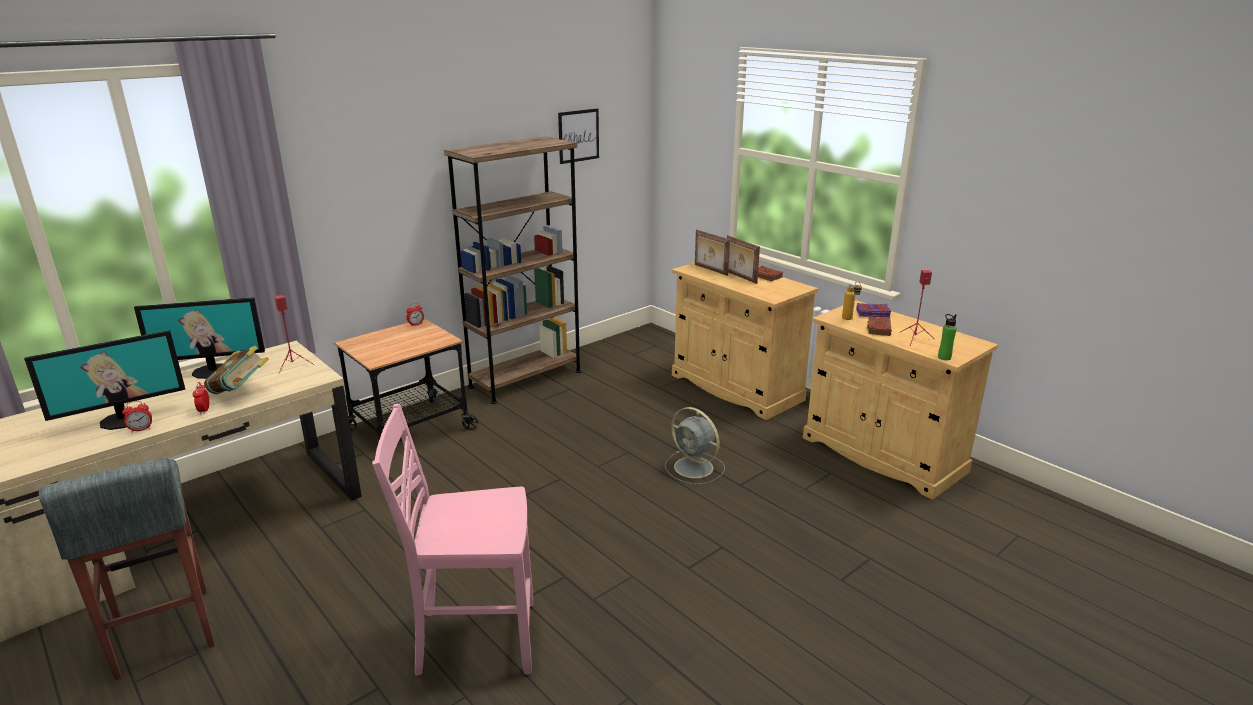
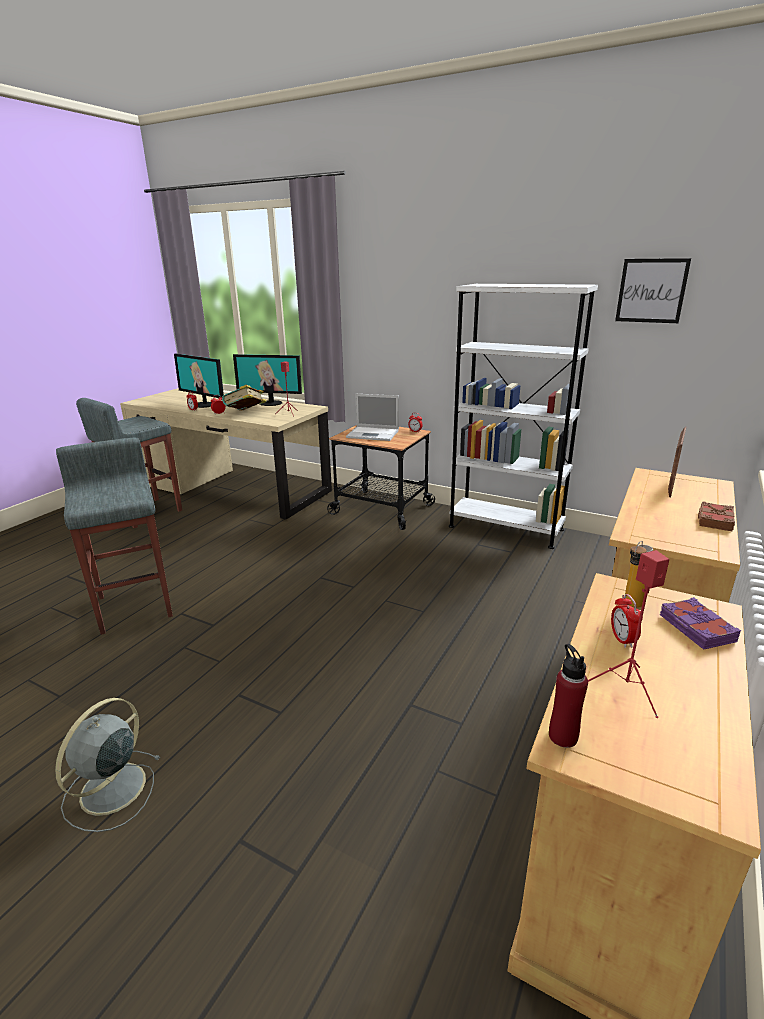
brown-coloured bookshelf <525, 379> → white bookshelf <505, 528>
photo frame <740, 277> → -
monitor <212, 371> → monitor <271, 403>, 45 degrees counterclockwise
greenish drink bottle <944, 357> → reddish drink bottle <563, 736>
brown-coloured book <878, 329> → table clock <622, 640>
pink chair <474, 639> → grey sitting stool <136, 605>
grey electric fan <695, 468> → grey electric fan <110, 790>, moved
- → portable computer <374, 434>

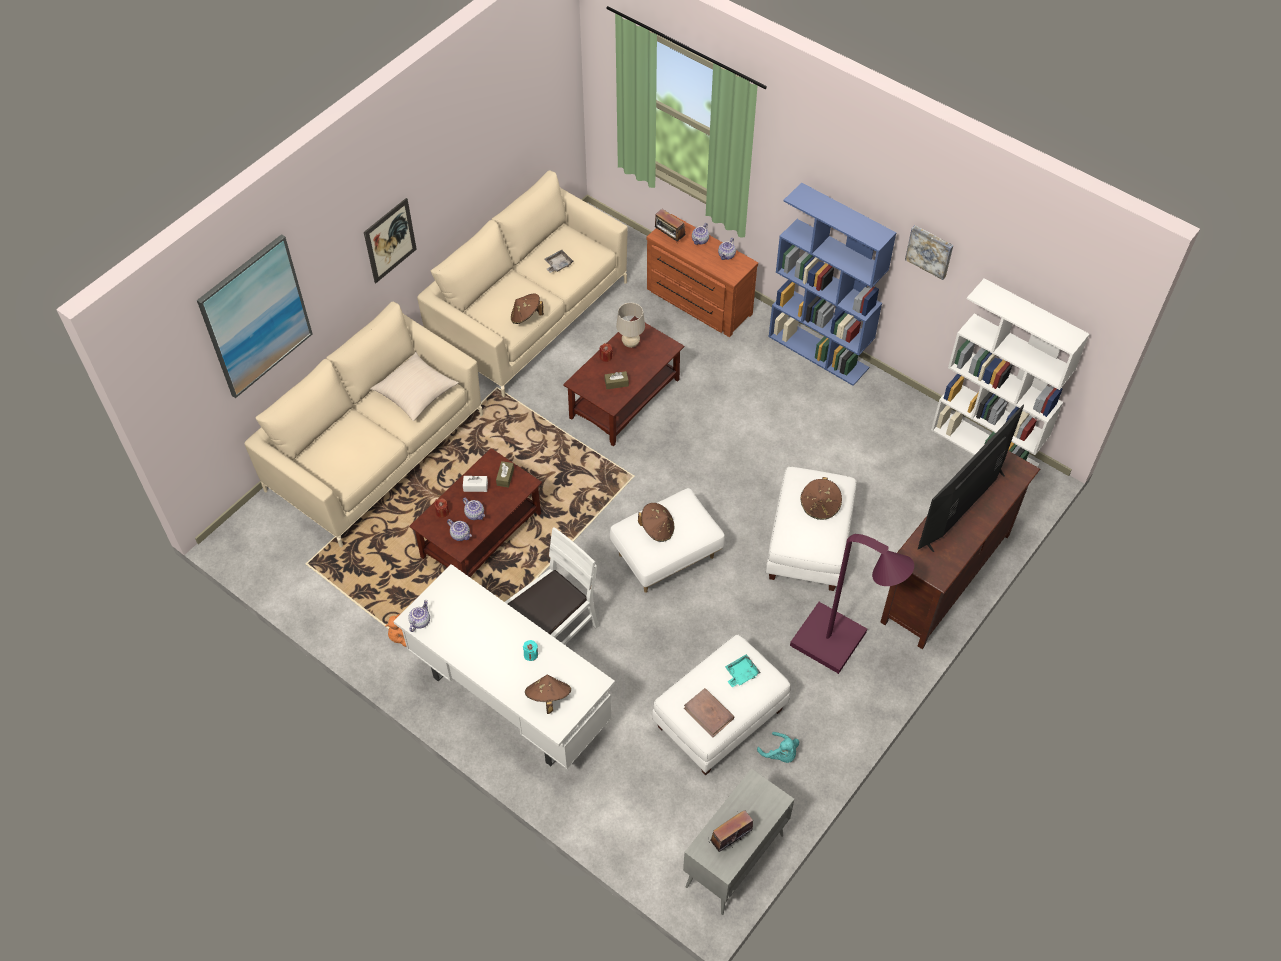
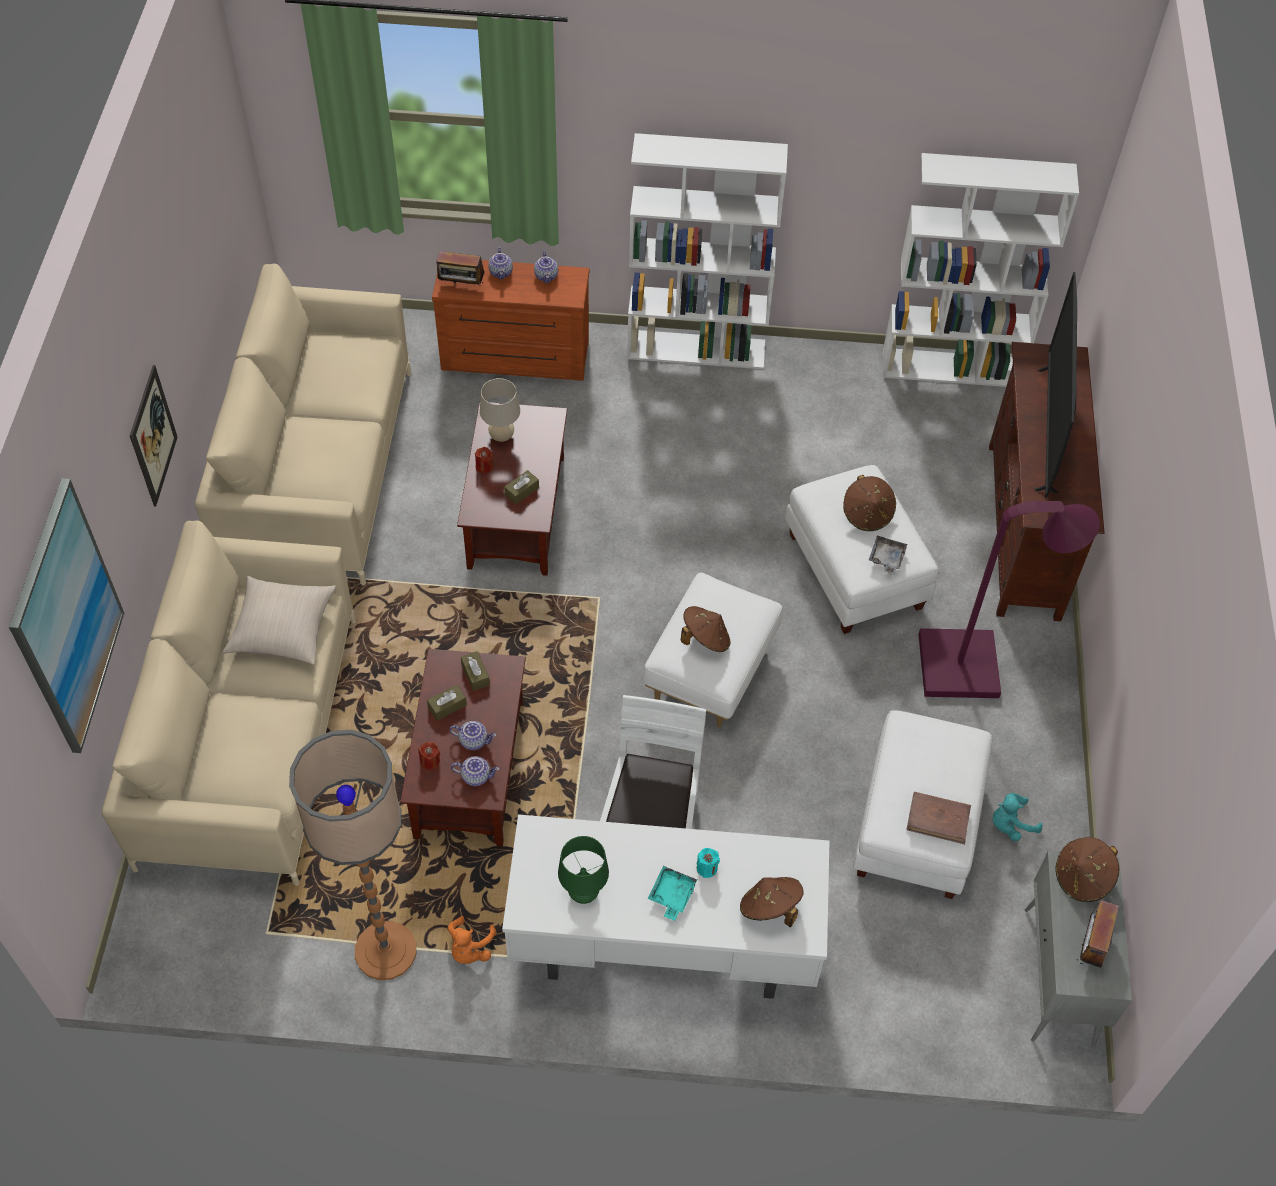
bluish bookshelf <819, 352> → white bookshelf <697, 349>
wall picture <930, 251> → -
grey serving tray <558, 264> → grey serving tray <886, 558>, moved
brown-coloured hat <526, 316> → brown-coloured hat <1082, 878>, moved
white box of tissues <475, 486> → brown-coloured box of tissues <447, 706>
teapot <420, 621> → -
turquoise serving tray <741, 673> → turquoise serving tray <671, 895>, moved
turquoise plush toy <780, 754> → turquoise plush toy <1010, 824>, 150 degrees clockwise
- → standing lamp <385, 951>
- → greenish tabletop lamp <583, 893>

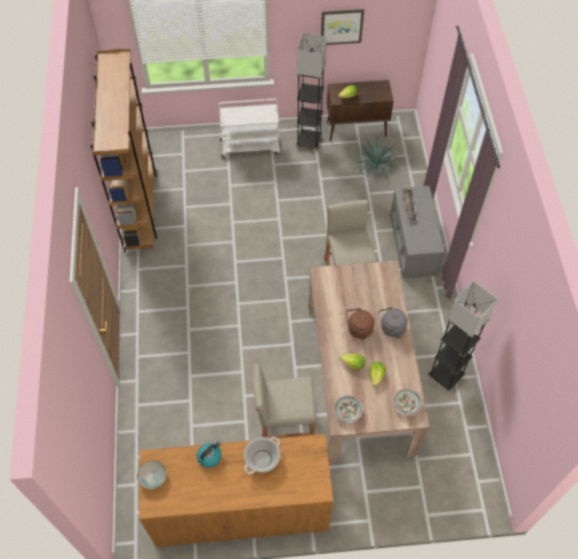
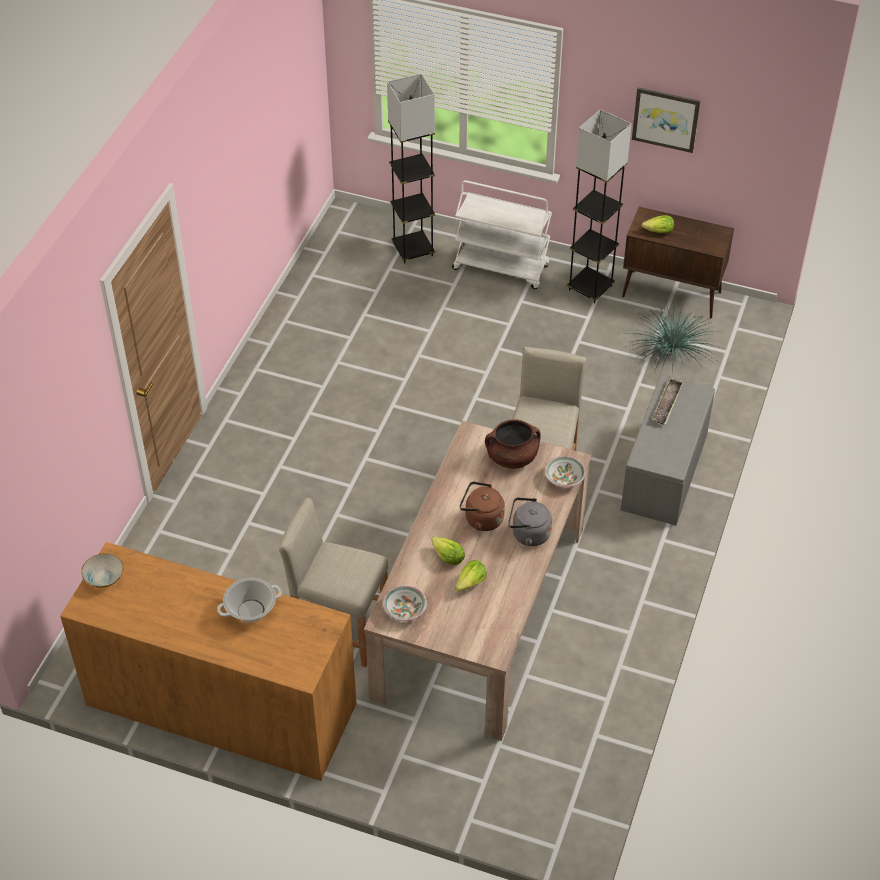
brown-coloured bookshelf <140, 207> → -
grey standing lamp <445, 375> → grey standing lamp <413, 250>, moved
bowl <406, 404> → bowl <564, 478>, moved
water kettle <210, 456> → -
- → brown-coloured cooking pot <512, 457>

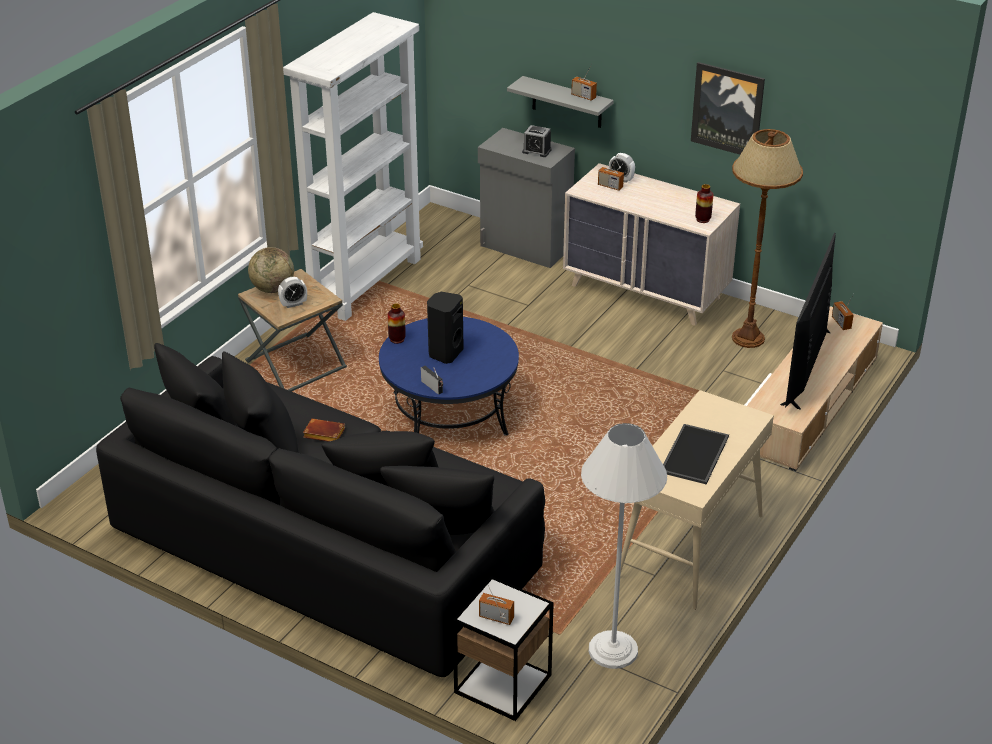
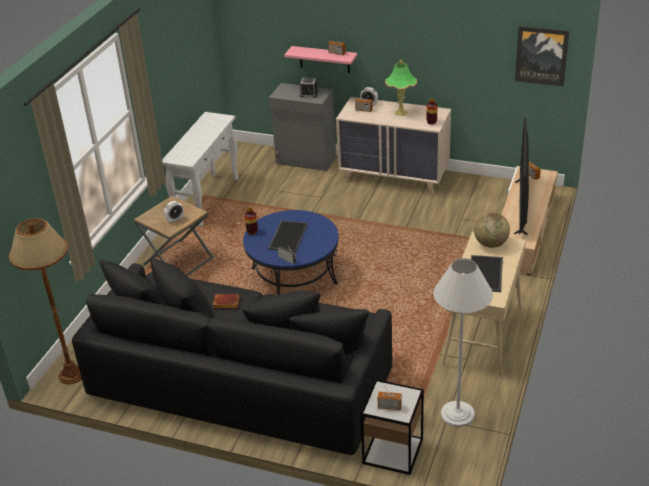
white bookshelf <365, 282> → white narrow table <207, 199>
wall picture <727, 109> → wall picture <541, 55>, moved
grey bracket shelf <567, 102> → pink bracket shelf <324, 59>
brown-coloured standing lamp <748, 338> → brown-coloured standing lamp <71, 374>, moved
desk globe <272, 289> → desk globe <490, 244>, moved
blackish speaker <444, 353> → serving tray <287, 236>
- → tabletop lamp <401, 112>

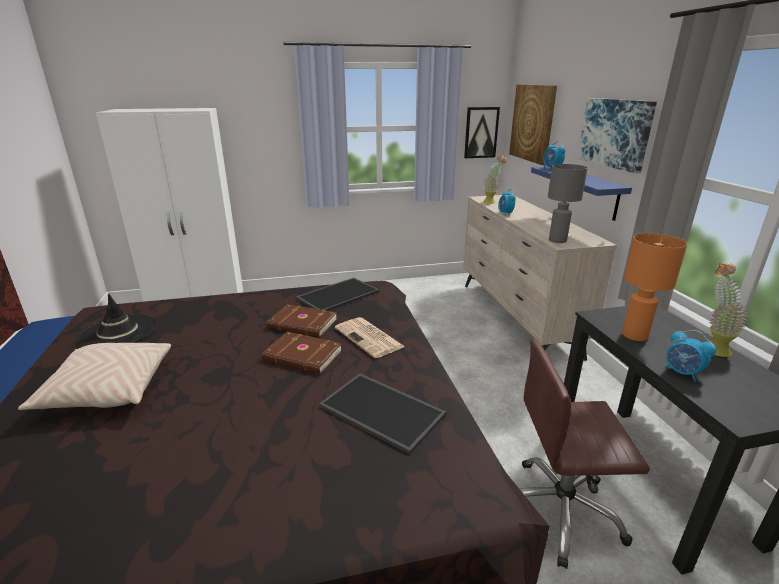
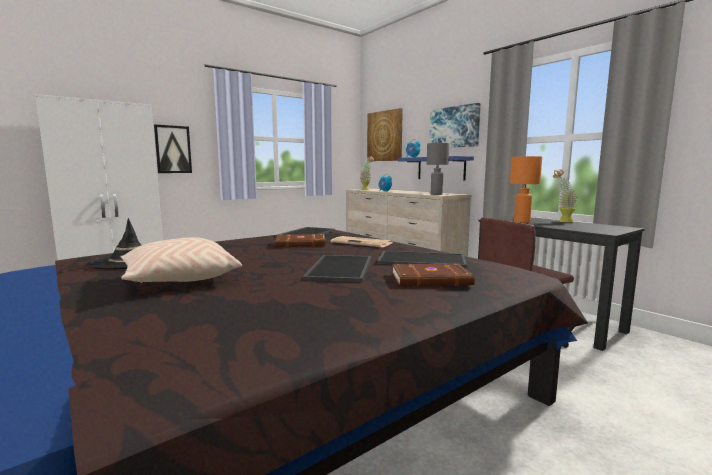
wall picture <481, 132> → wall picture <173, 149>, moved
table clock <682, 373> → -
brown-coloured book <302, 356> → brown-coloured book <431, 279>, moved
- → serving tray <342, 268>

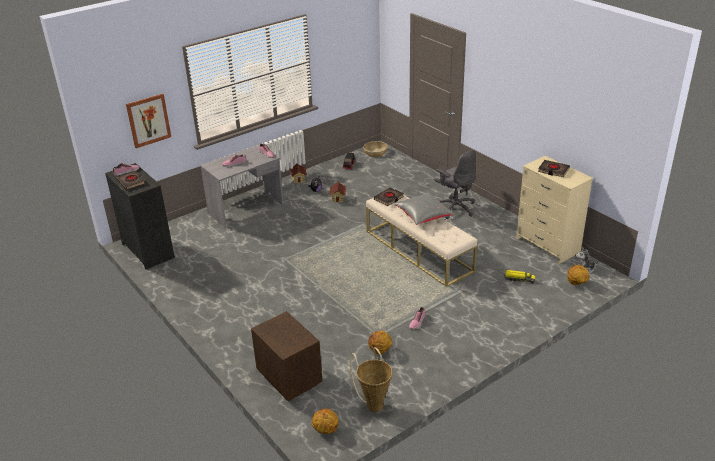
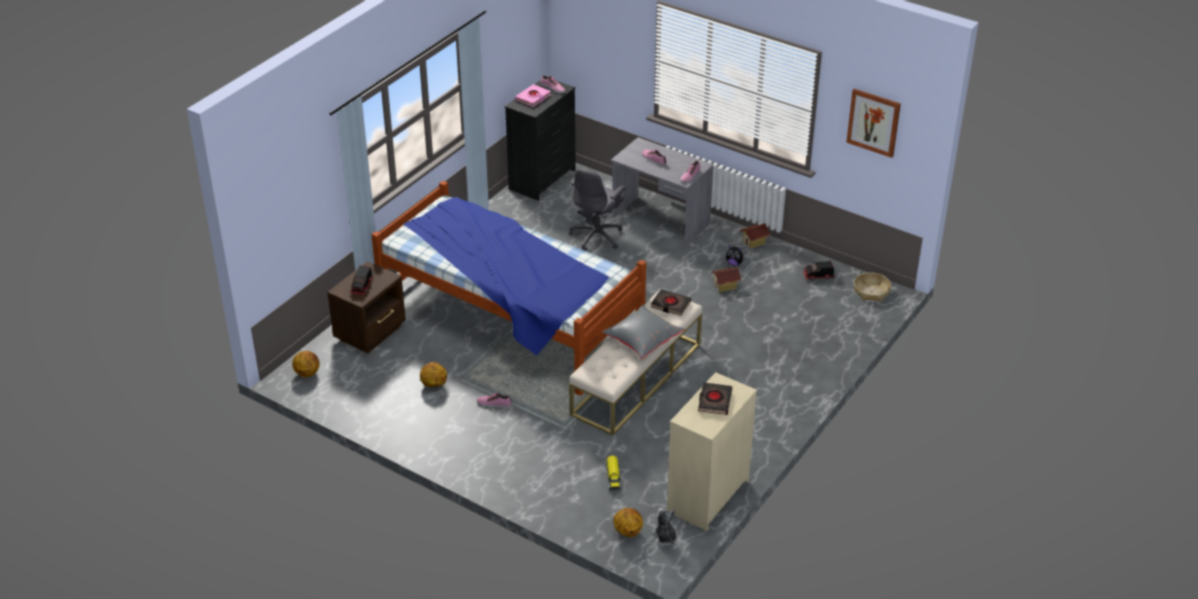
wall picture <148, 120> → wall picture <873, 122>, moved
grey computer chair <454, 208> → grey computer chair <597, 236>, moved
blackish book <131, 182> → pink book <533, 98>
basket <373, 403> → -
- → bedroom bed <509, 320>
- → toy truck <362, 286>

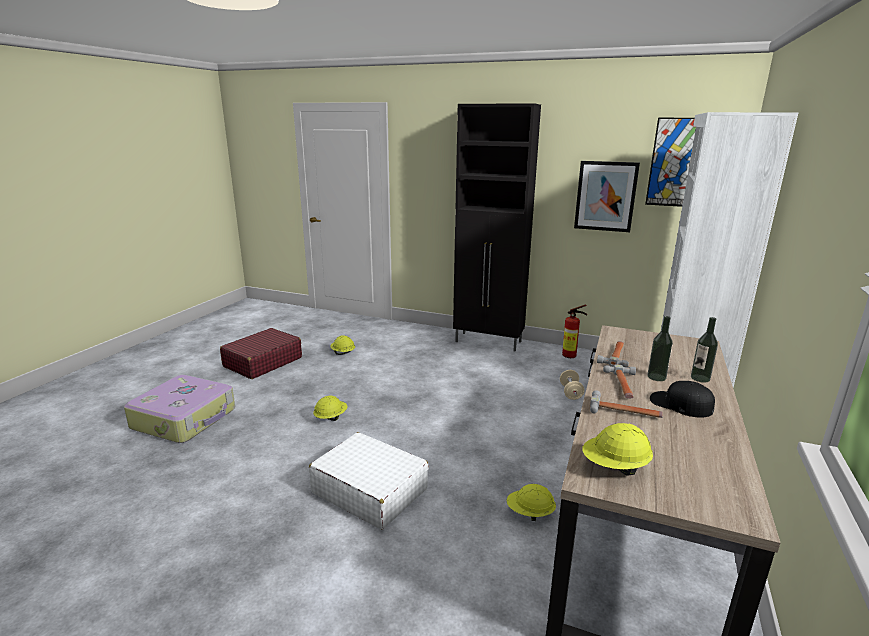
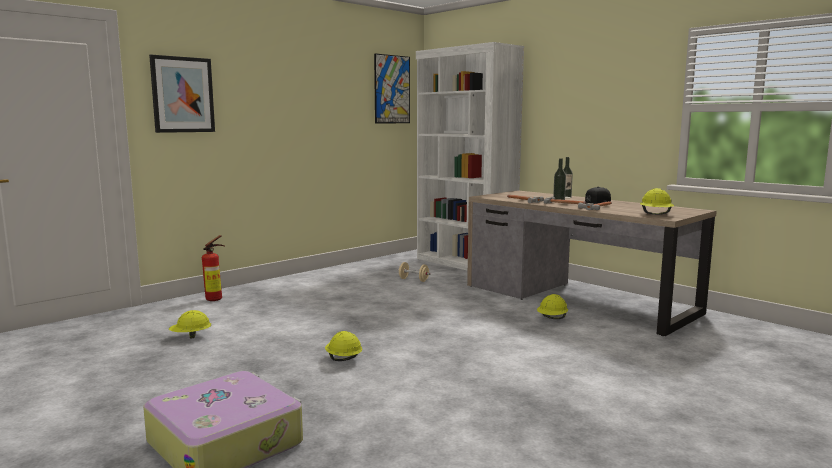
blackish cupboard <489, 342> → -
wall picture <605, 196> → wall picture <182, 95>, moved
extinguisher <571, 356> → extinguisher <216, 299>, moved
reddish travel case <262, 362> → -
white travel case <369, 490> → -

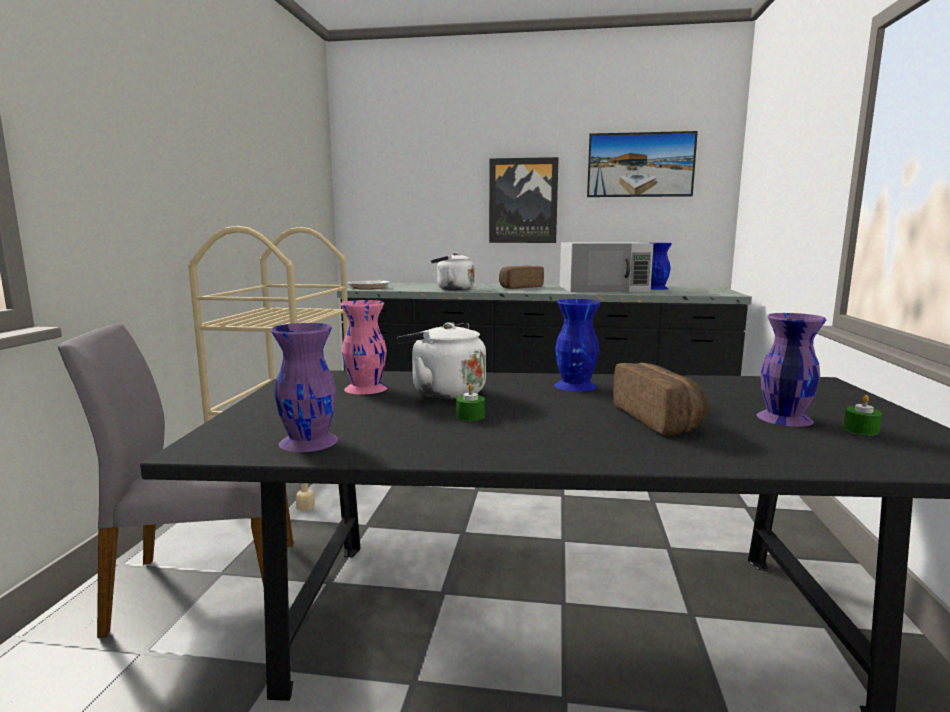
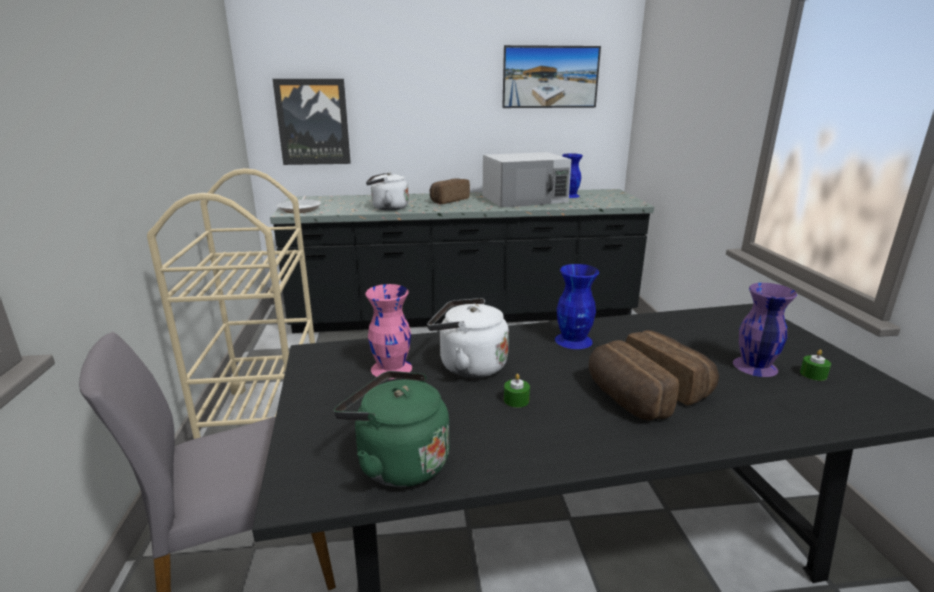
wall picture <523, 201> → wall picture <313, 122>, moved
purplish vase <309, 441> → greenish water kettle <397, 462>
- → bread <623, 398>

